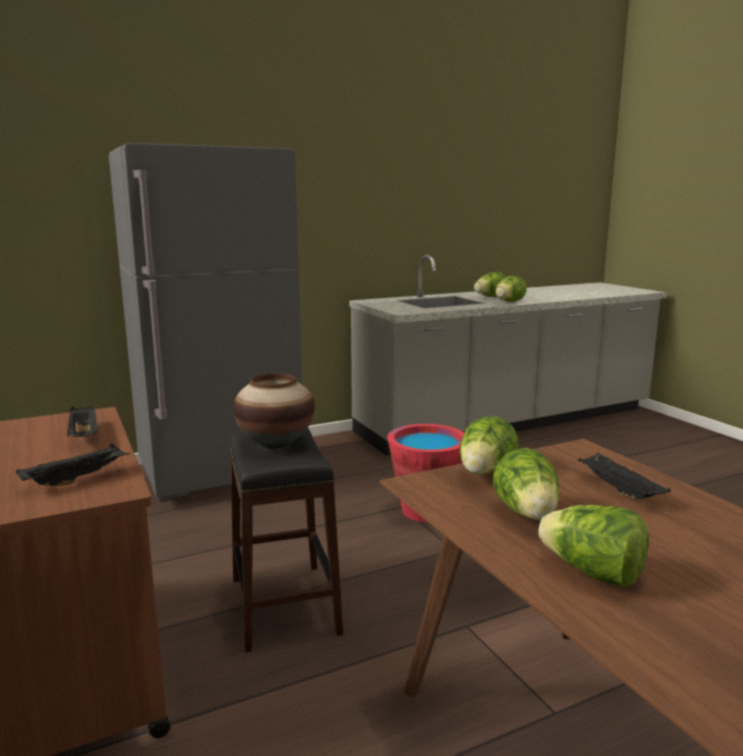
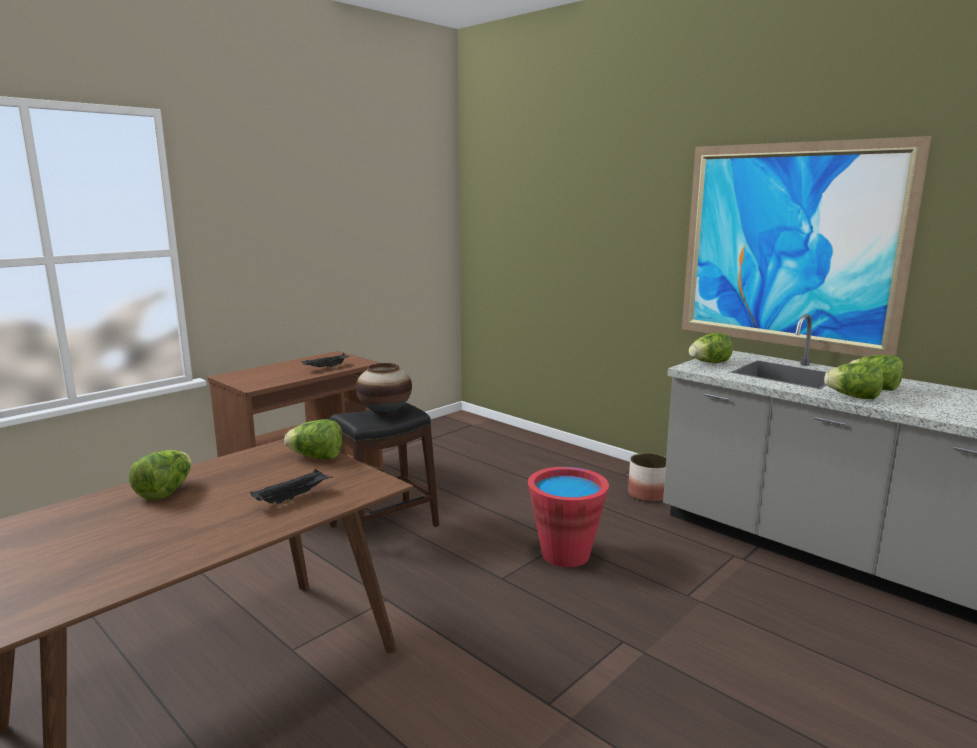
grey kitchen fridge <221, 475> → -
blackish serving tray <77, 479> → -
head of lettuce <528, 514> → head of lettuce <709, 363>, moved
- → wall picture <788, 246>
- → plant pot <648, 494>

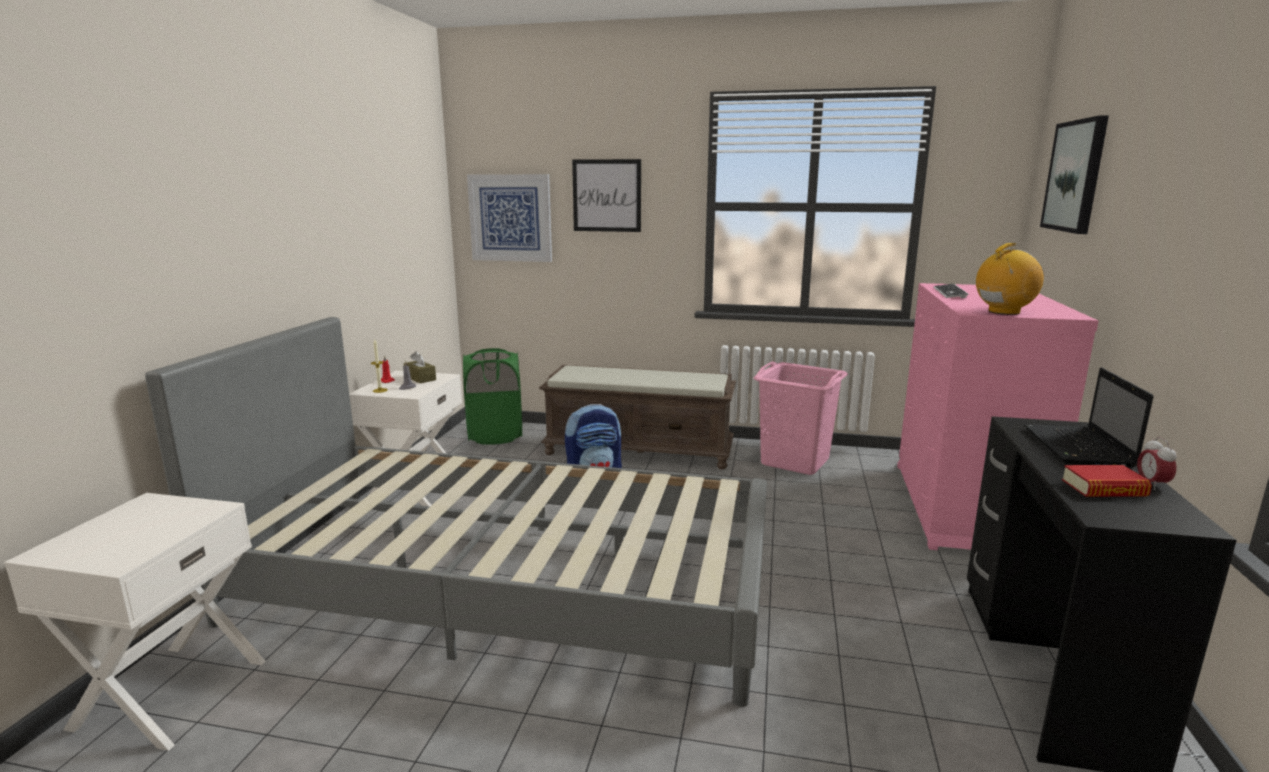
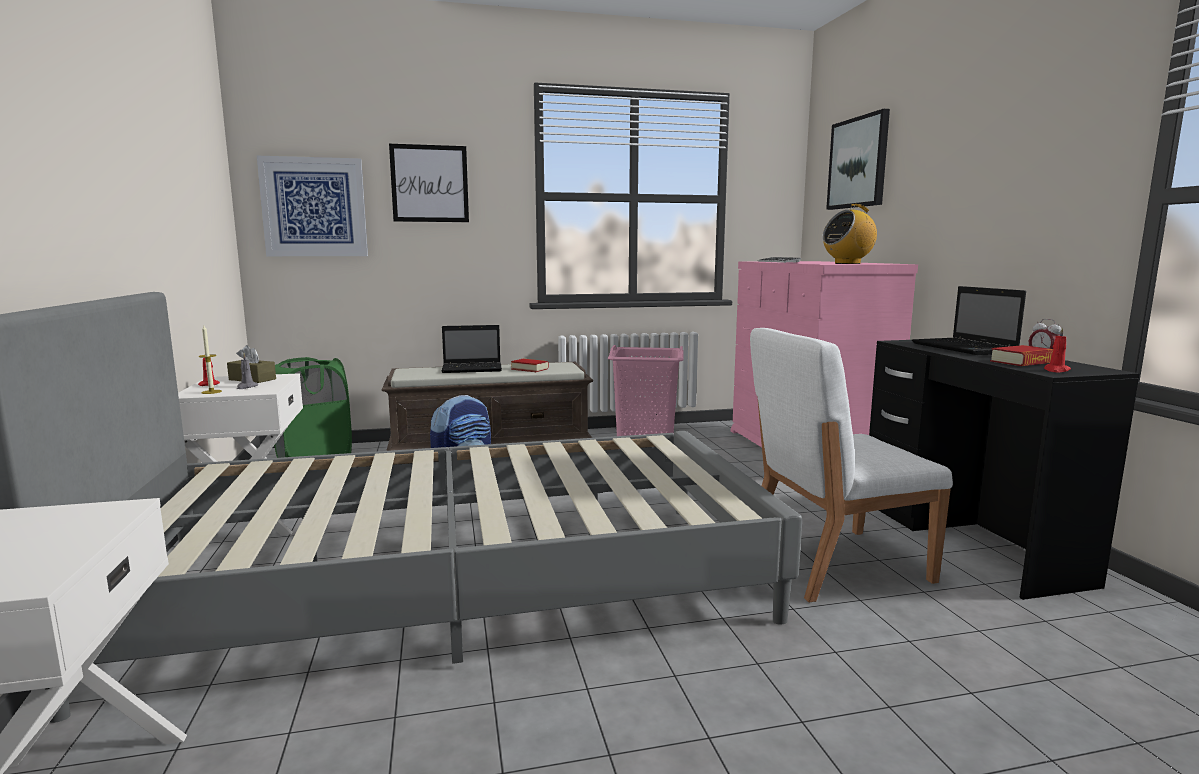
radio set <1003, 312> → radio set <847, 263>, 150 degrees counterclockwise
- → portable computer <473, 369>
- → reddish candle <1056, 370>
- → white chair <833, 563>
- → book <530, 369>

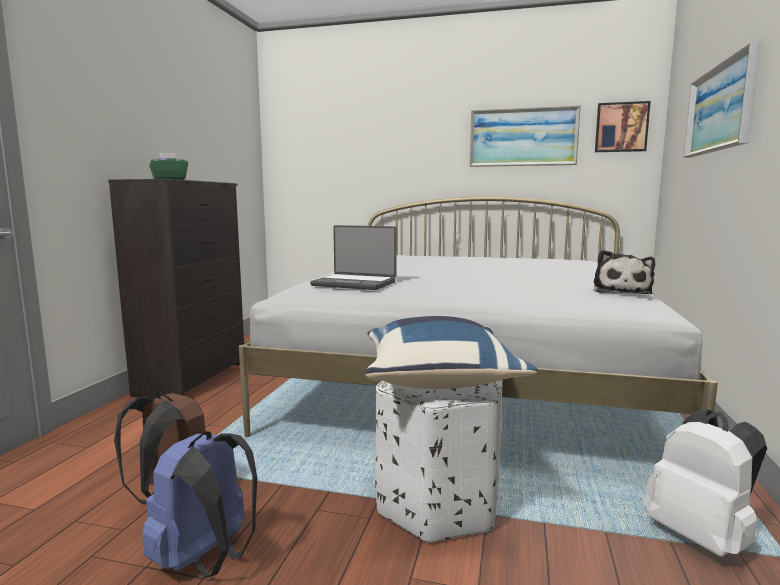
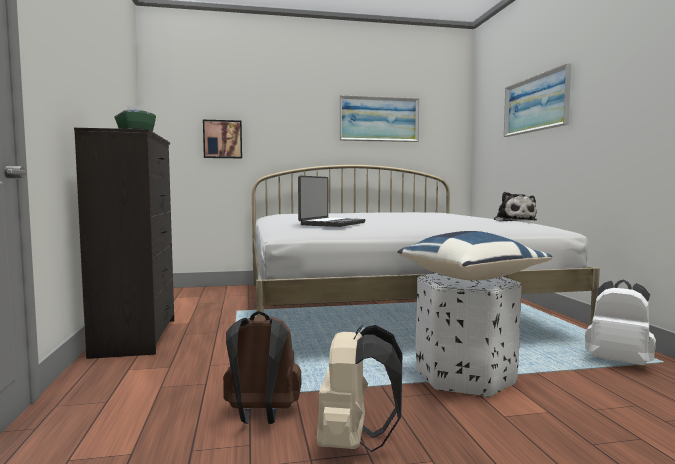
wall picture <621, 127> → wall picture <222, 139>, moved
portable computer <355, 283> → portable computer <331, 224>, 60 degrees counterclockwise
bluish knapsack <207, 560> → sand-coloured knapsack <354, 443>

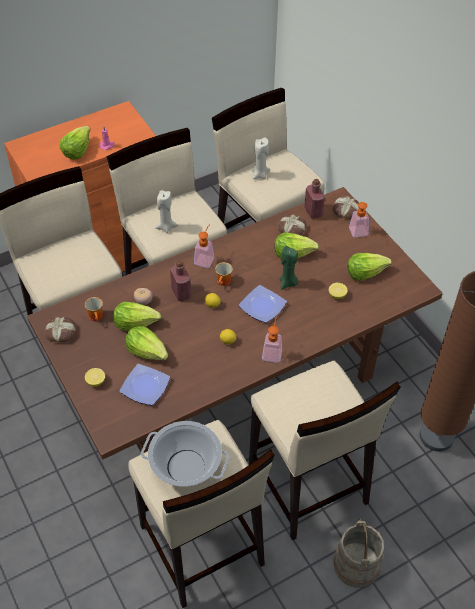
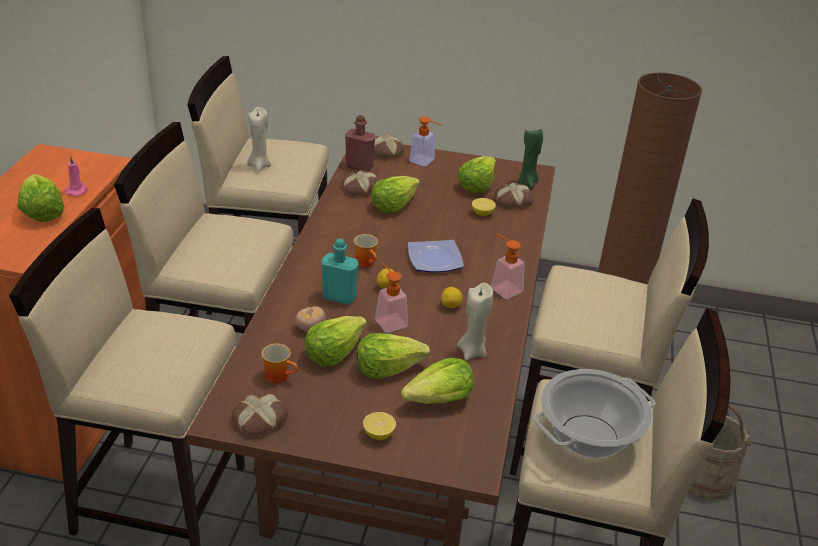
sand-coloured candle <166, 227> → sand-coloured candle <472, 351>, moved
liquid soap bottle <205, 258> → liquid soap bottle <388, 320>, moved
greenish candle <288, 283> → greenish candle <527, 183>, moved
reddish drink bottle <181, 293> → turquoise drink bottle <339, 297>
plate <145, 387> → head of lettuce <439, 400>
- → bread <513, 200>

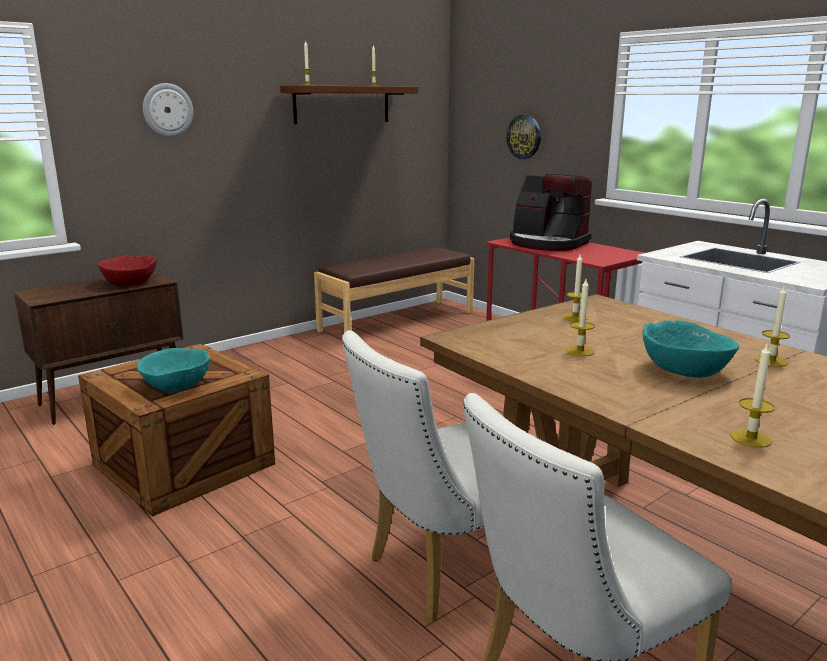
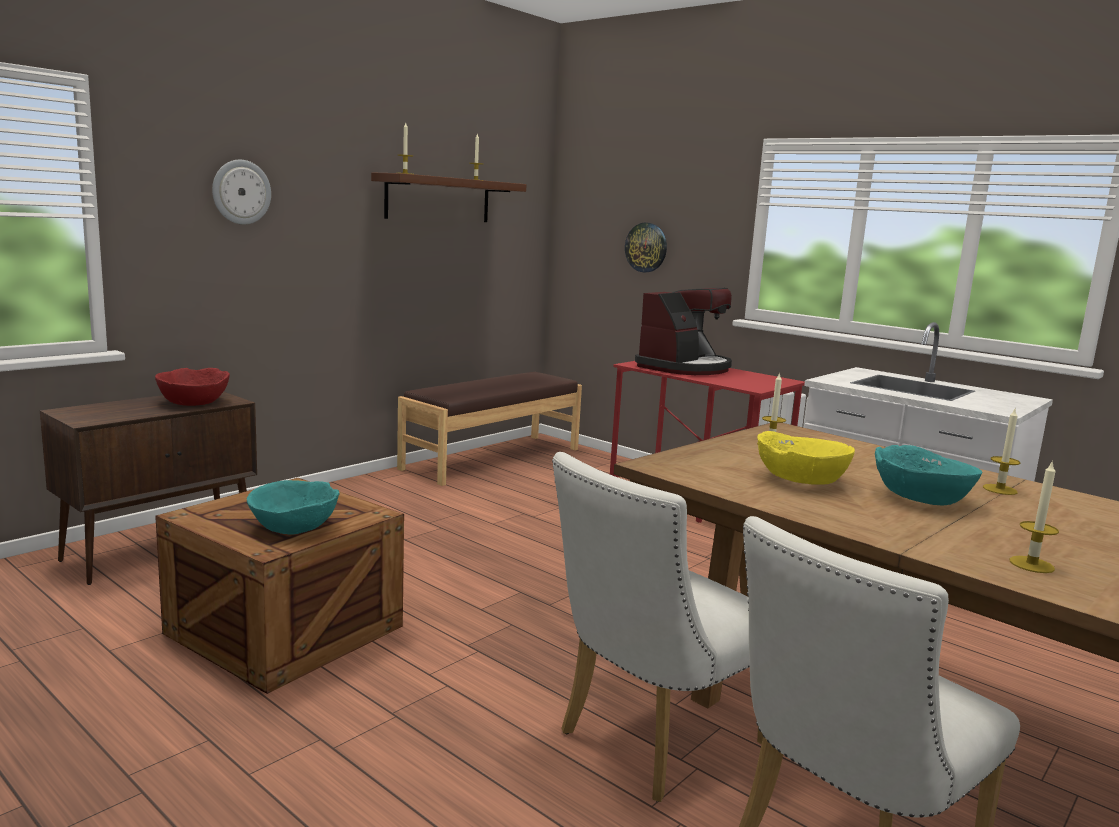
coffee maker <547, 243> → coffee maker <684, 368>, 75 degrees counterclockwise
candle <580, 351> → yellowish bowl <800, 479>

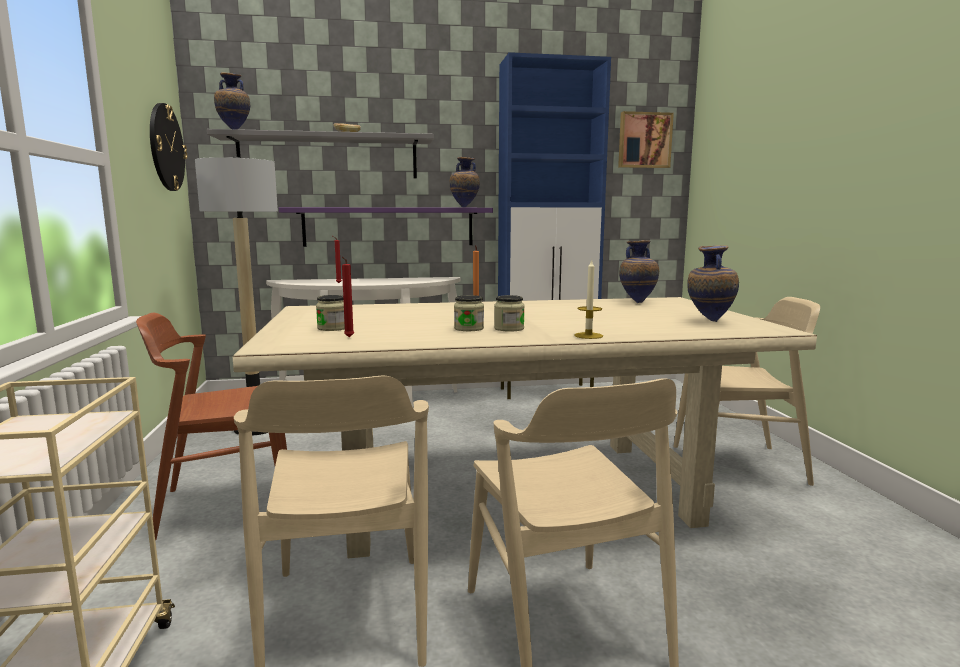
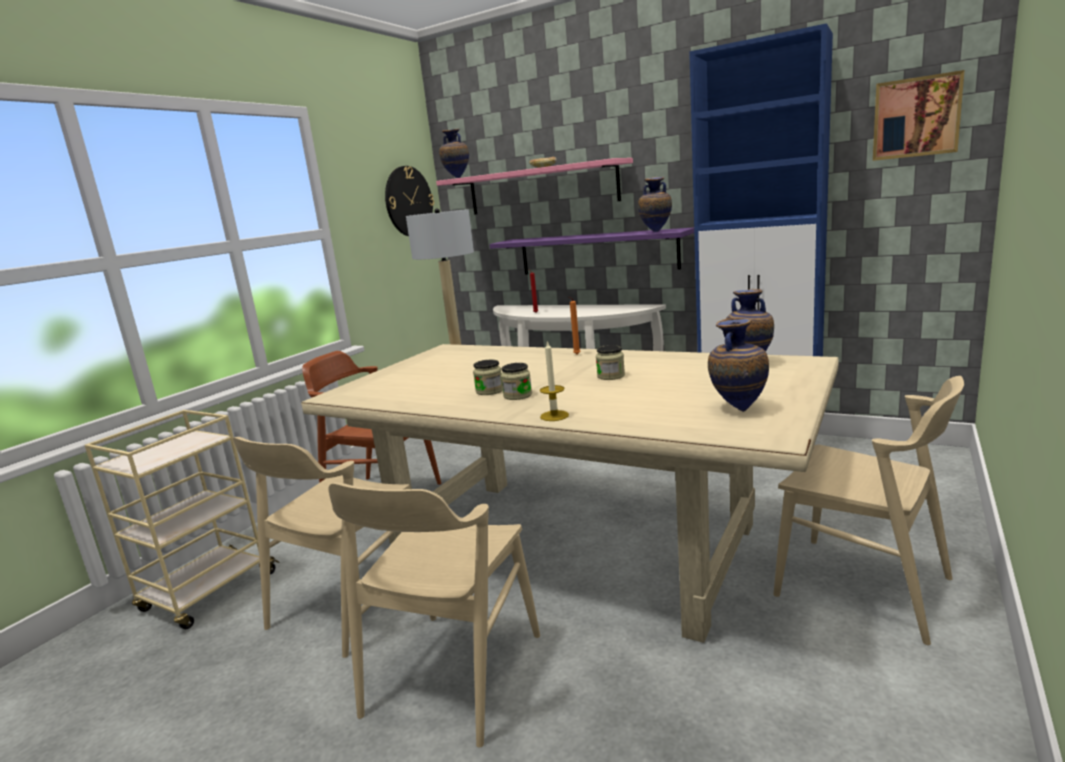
grey bracket shelf <328, 157> → pink bracket shelf <541, 189>
reddish candle <348, 337> → -
jar <332, 328> → jar <611, 376>, moved

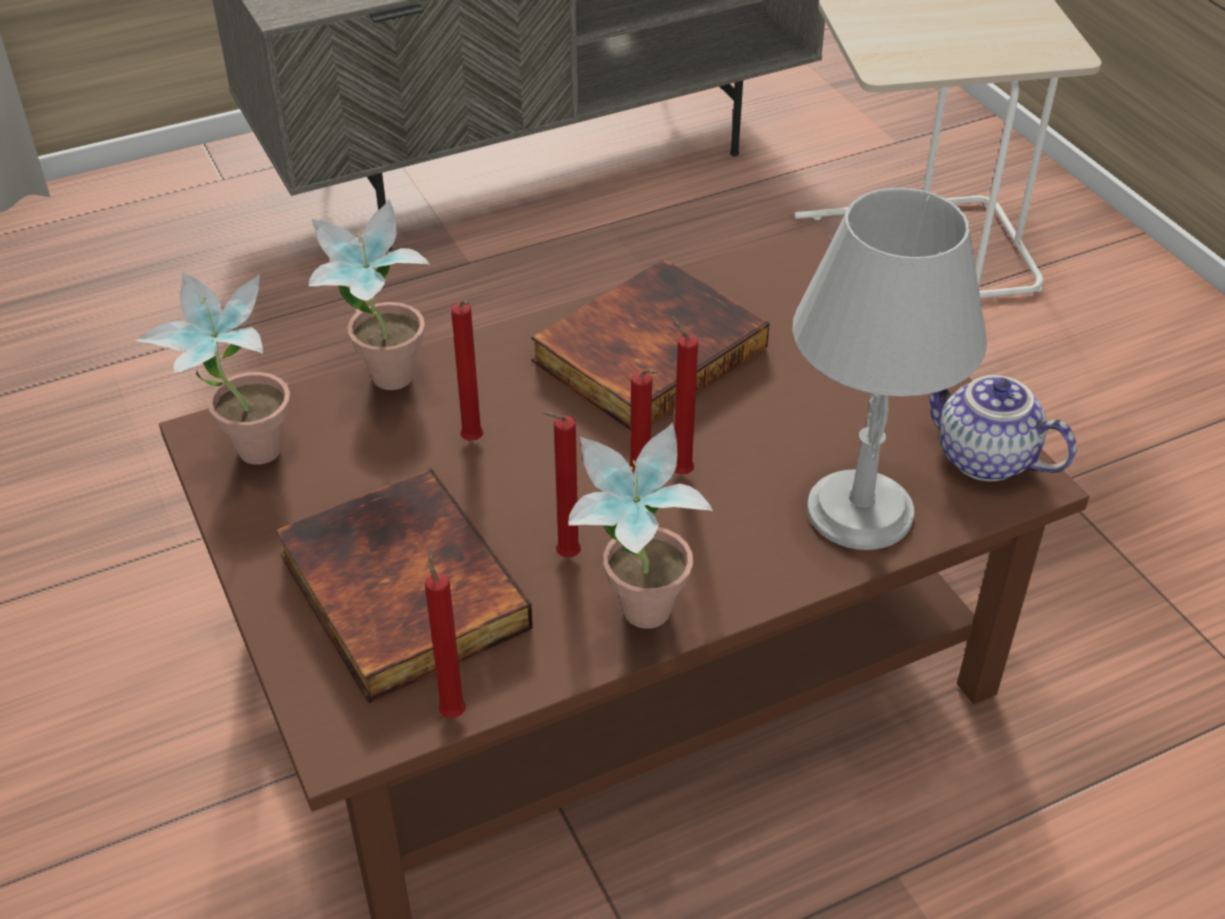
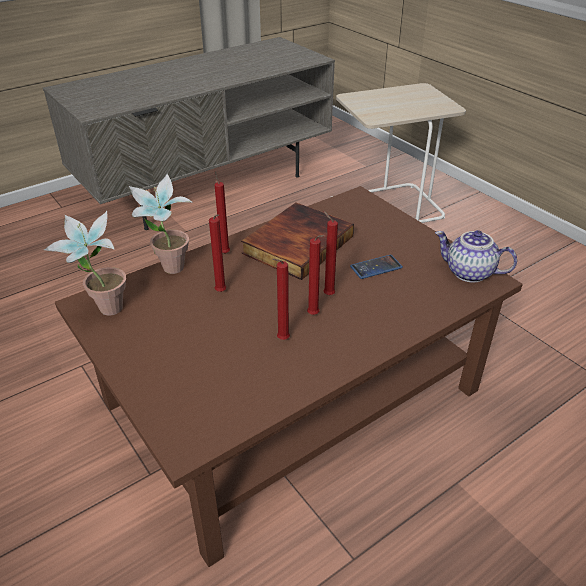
grey tabletop lamp <858, 510> → -
potted plant <635, 622> → -
book <398, 591> → -
reddish candle <452, 710> → reddish candle <224, 252>, moved
- → telephone <376, 267>

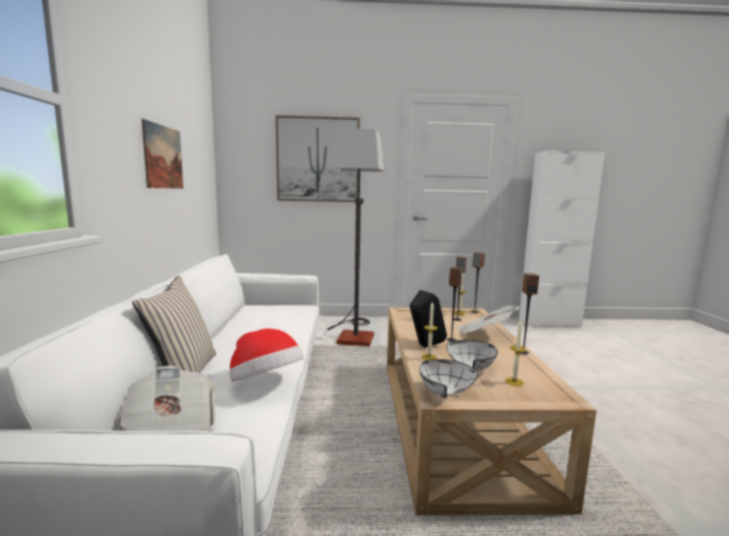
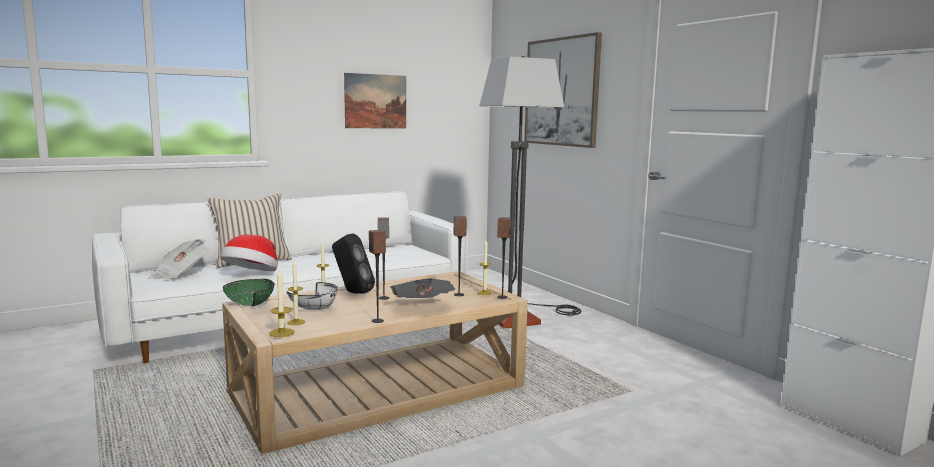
white bowl <441, 392> → greenish bowl <253, 304>
- → candle <282, 333>

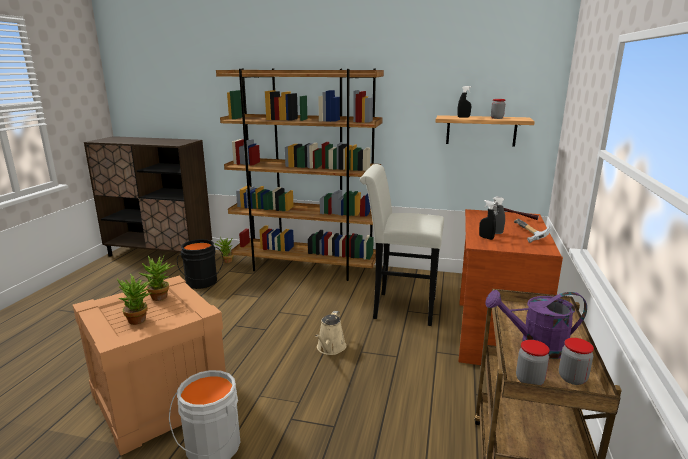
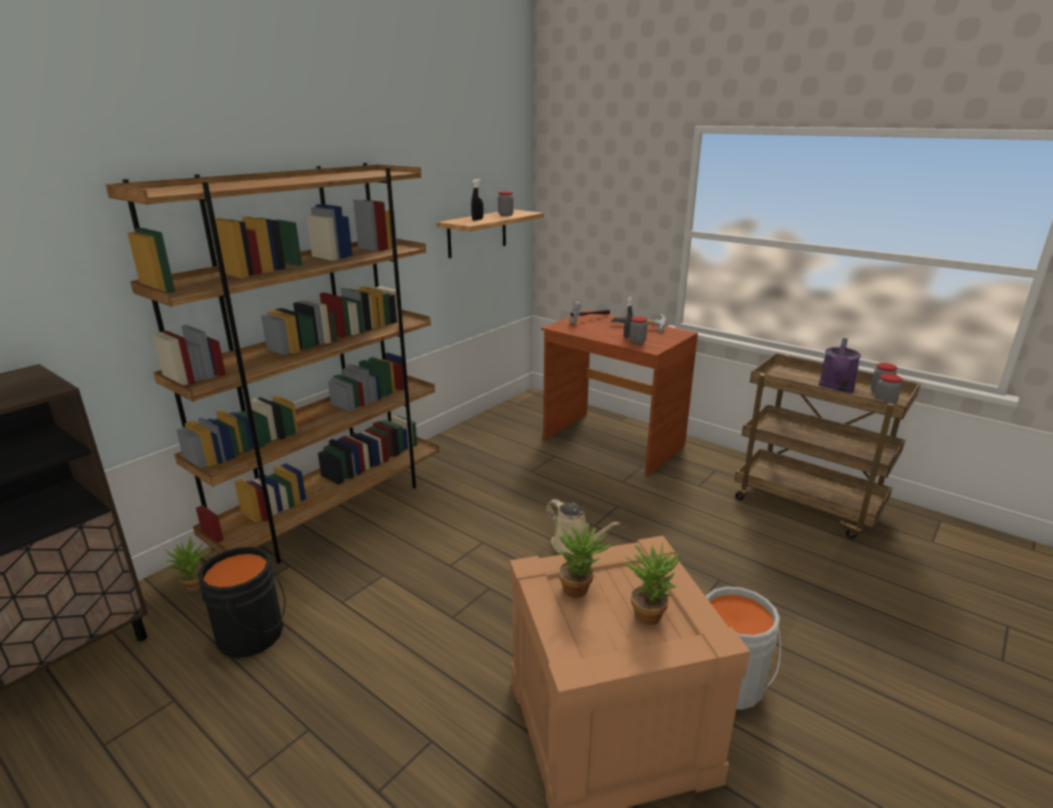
white sitting stool <399, 308> → -
blackish hand sprayer <486, 238> → jar <637, 342>

